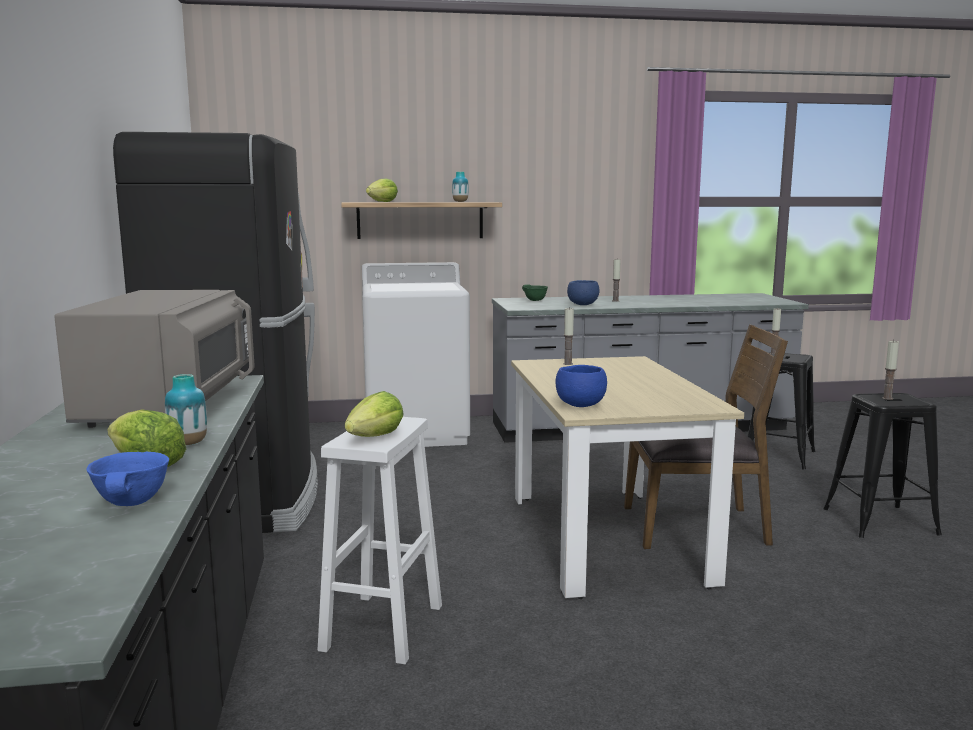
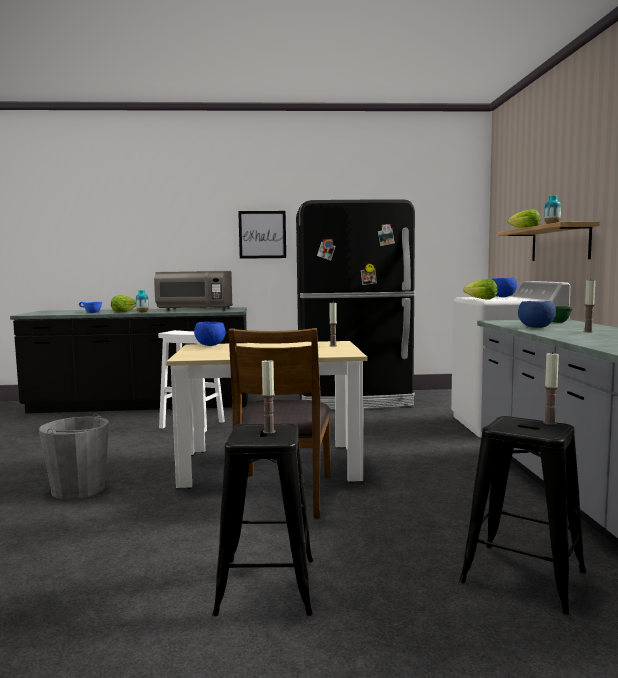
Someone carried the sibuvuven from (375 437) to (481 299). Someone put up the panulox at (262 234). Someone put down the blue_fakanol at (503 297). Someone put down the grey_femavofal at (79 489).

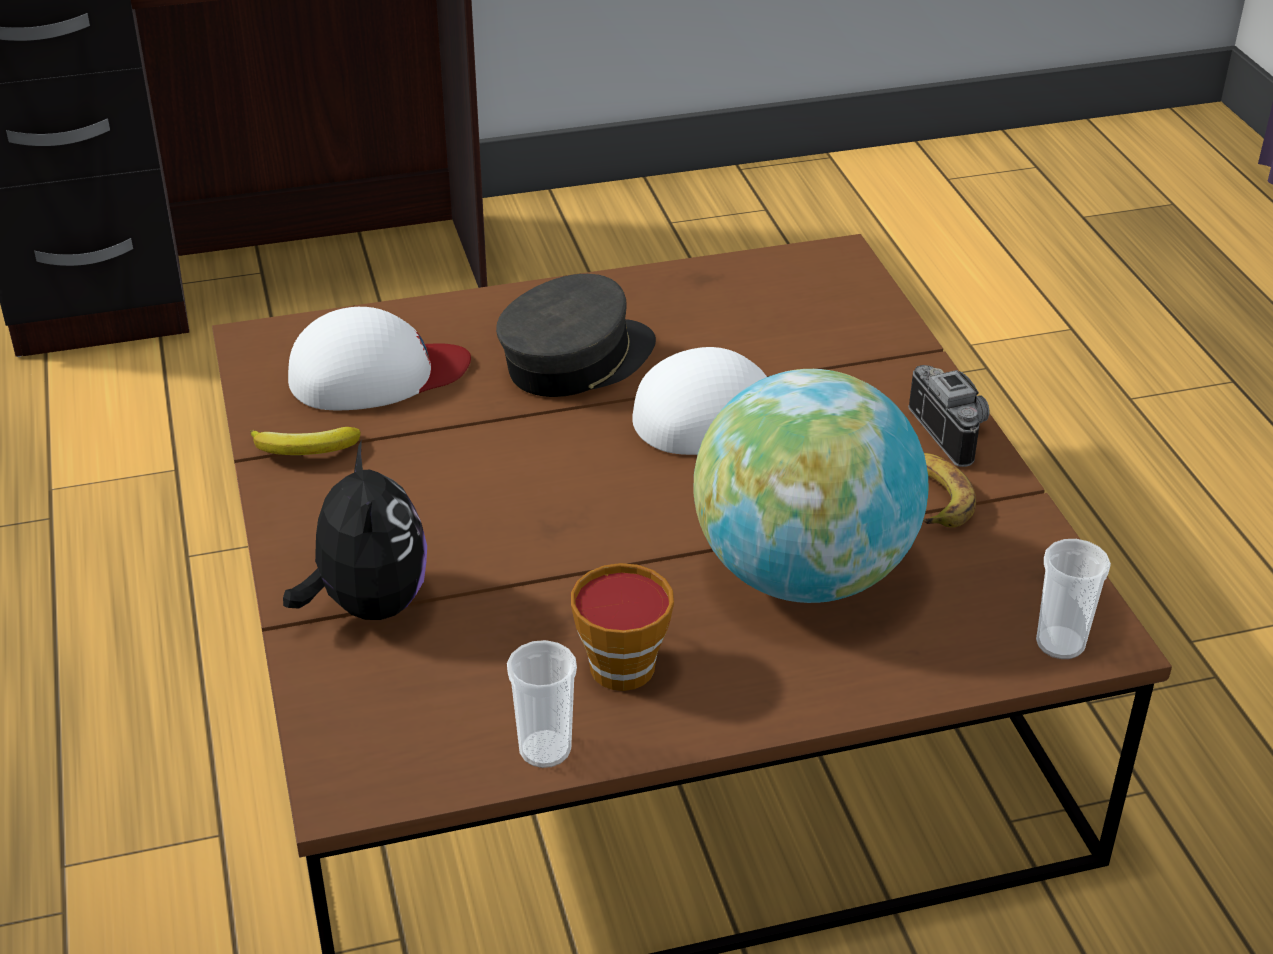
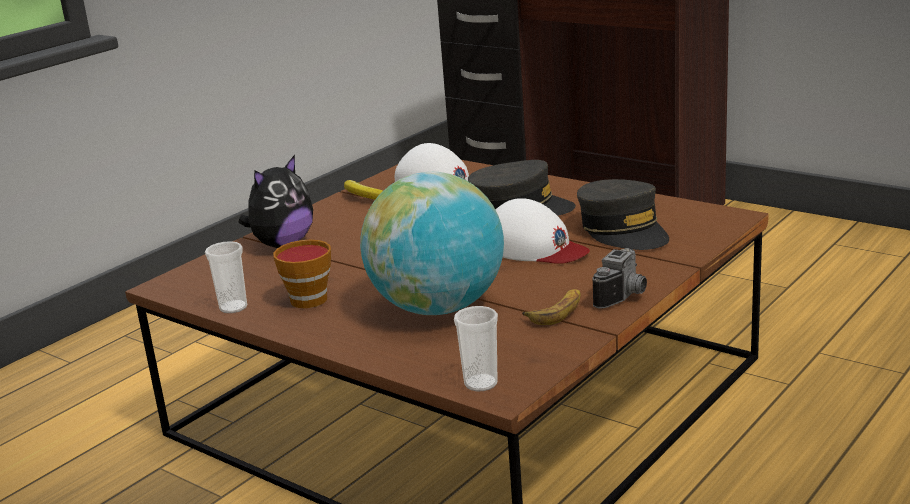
Someone put down the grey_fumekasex at (623 231).

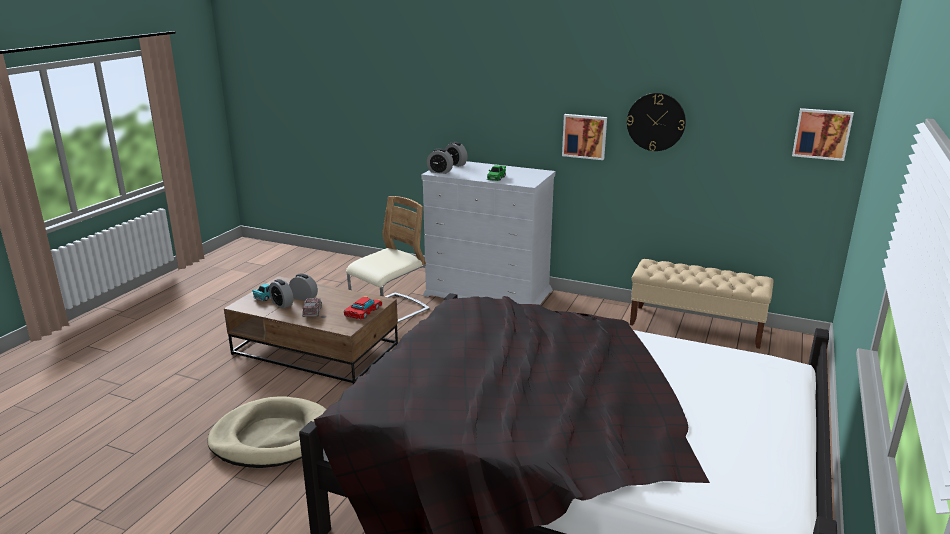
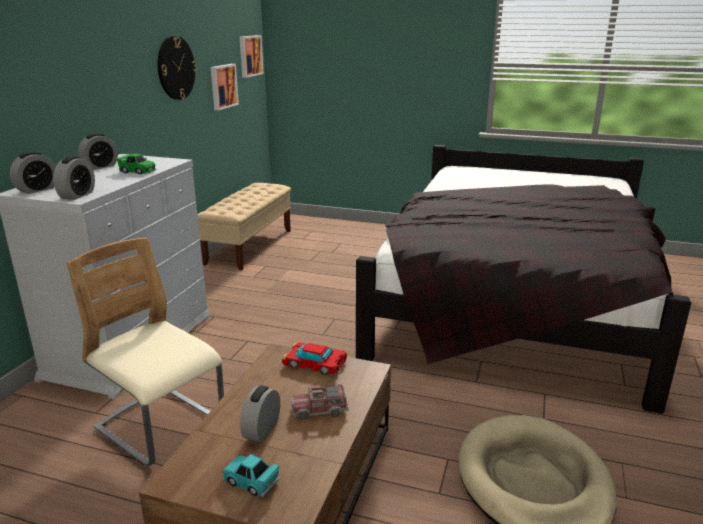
Someone carried the panulox from (584 136) to (222 86). Someone carried the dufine from (282 304) to (100 167).

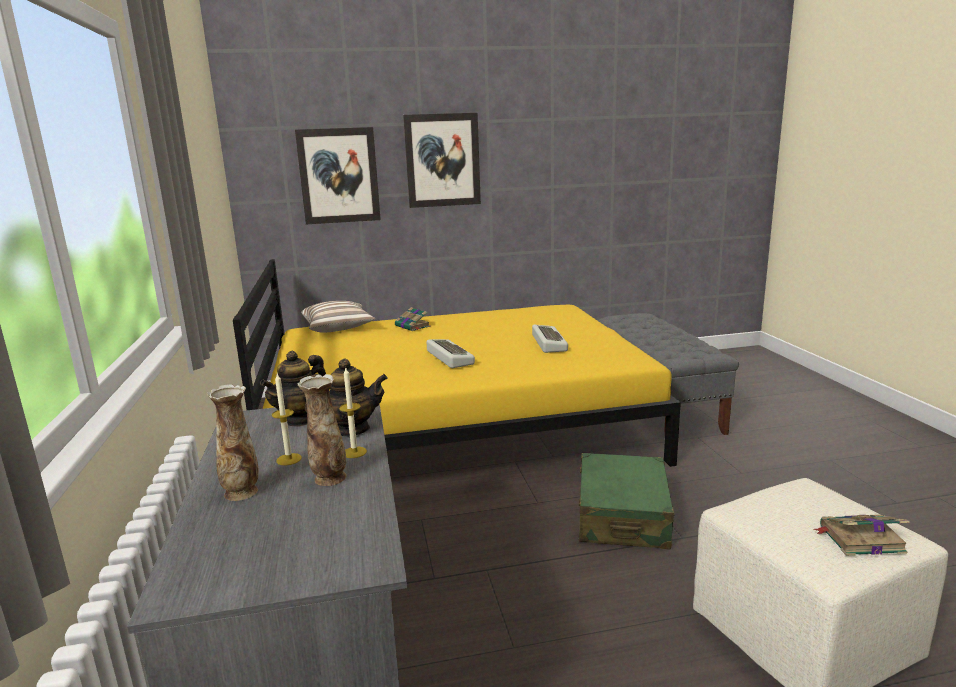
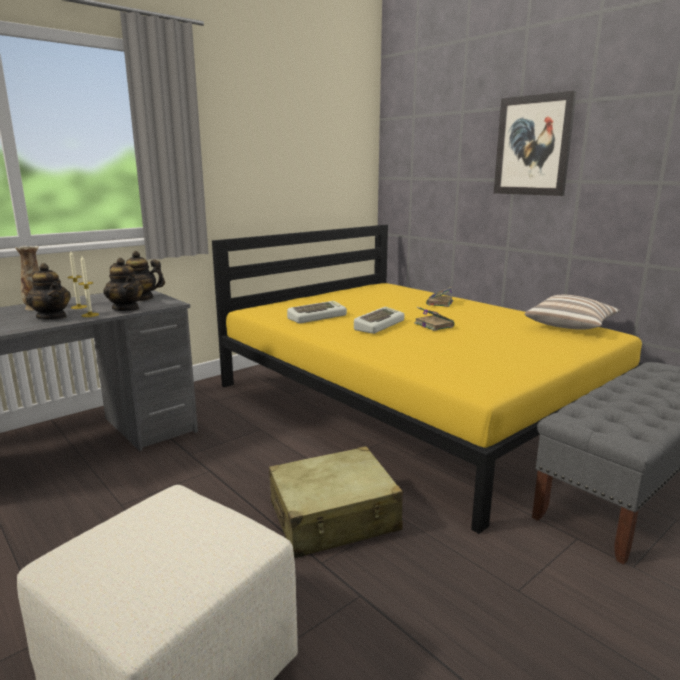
Someone took away the panulox at (339 176). Someone carried the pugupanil from (338 328) to (571 326). Someone carried the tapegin from (547 343) to (317 317). Someone swapped the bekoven at (329 478) for the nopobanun at (52 317). Someone repainted the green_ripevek at (622 516), which became the beige_ripevek at (334 517). Someone carried the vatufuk from (859 539) to (433 325).

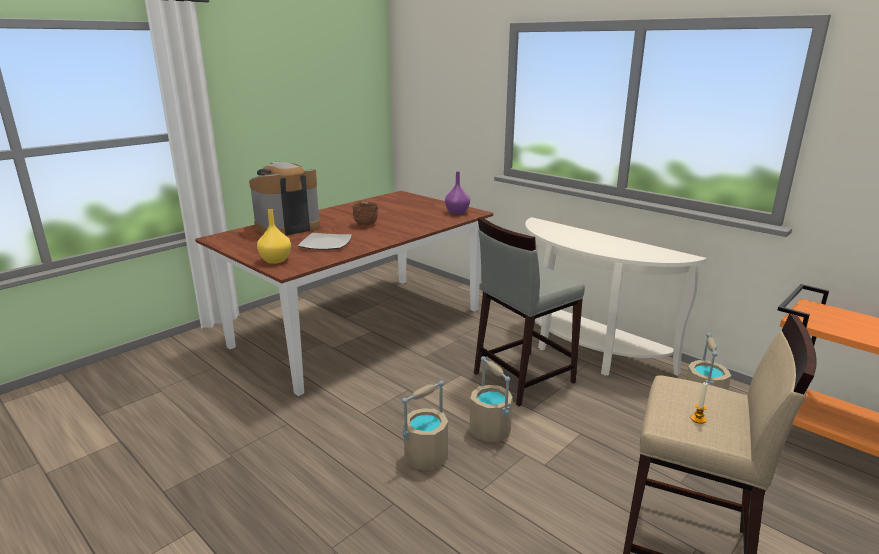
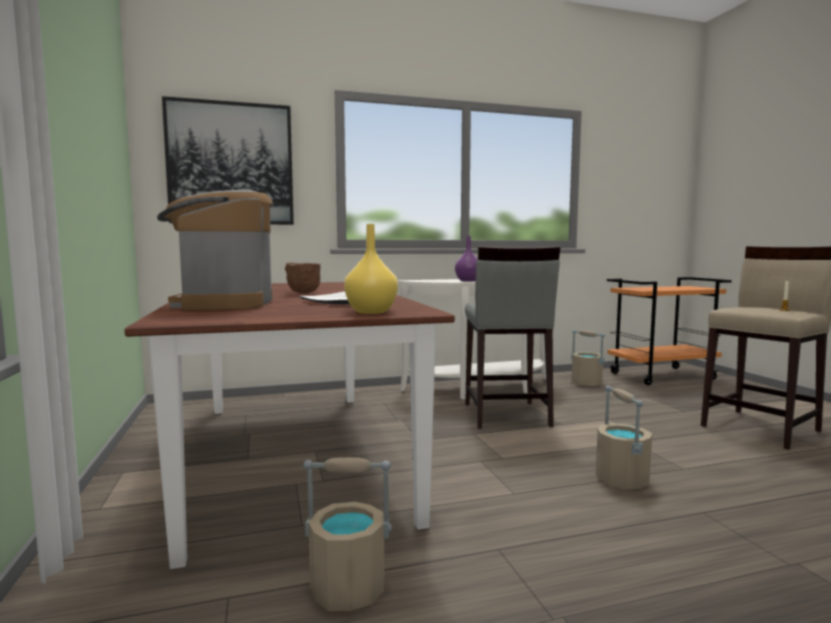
Someone carried the purple_bekoven from (456 212) to (468 281). Someone carried the beige_femavofal from (490 430) to (349 589). Someone put up the panulox at (231 164).

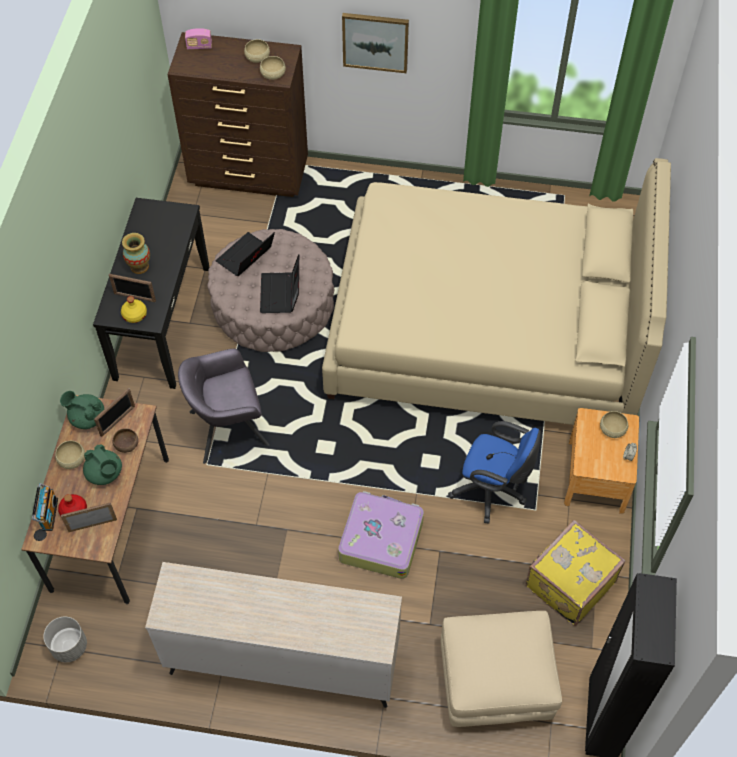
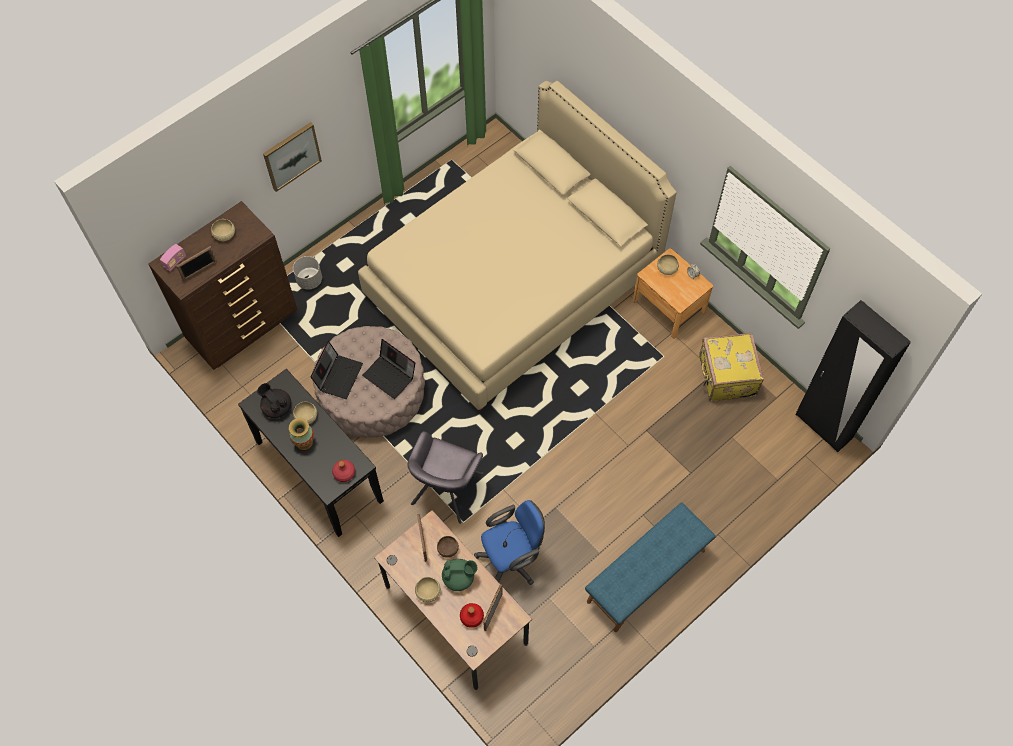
Someone carried the beige_fakanol from (273 73) to (306 416). Someone rotated the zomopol at (246 258) by 150 degrees counterclockwise. Someone carried the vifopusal from (134 297) to (200 271). Someone repainted the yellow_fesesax at (135 314), which became the red_fesesax at (344 472). Someone took away the green_nopobanun at (87 417). Someone carried the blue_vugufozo from (492 491) to (512 560). Someone took away the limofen at (48 514). Someone took away the ripevek at (380 539). Someone swapped the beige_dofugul at (282 661) for the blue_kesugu at (647 576). Someone took away the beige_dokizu at (495 681). Someone carried the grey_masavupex from (69 646) to (309 280). Someone put down the black_nopobanun at (277 407).

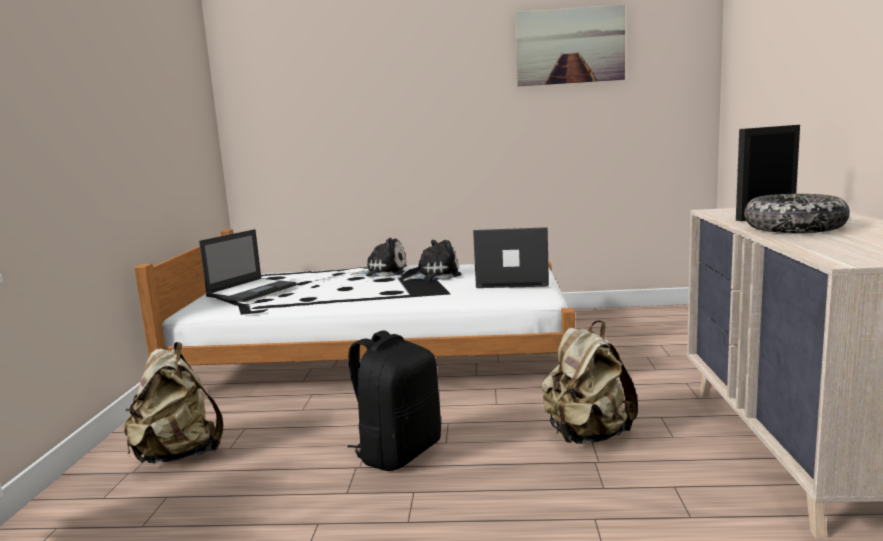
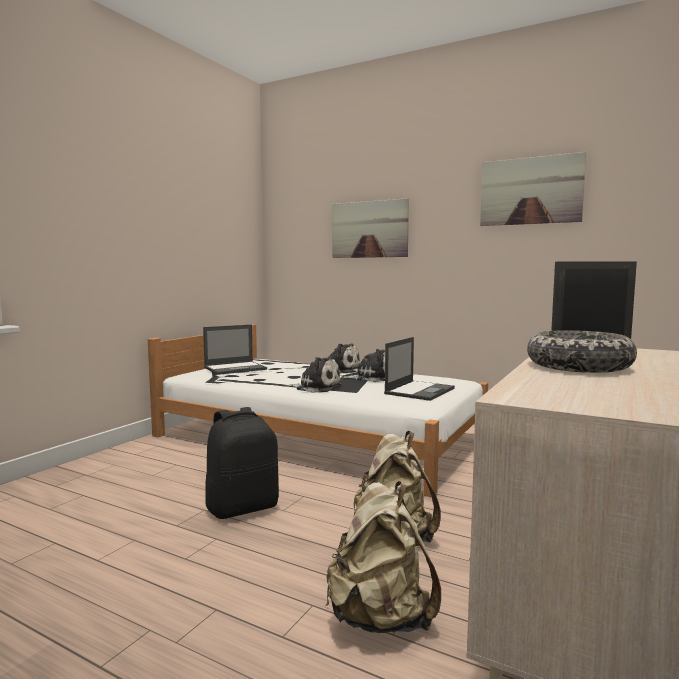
Someone rotated the zomopol at (511 280) by 90 degrees clockwise. Someone carried the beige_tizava from (178 454) to (380 618). Someone put up the panulox at (369 229). Someone put down the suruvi at (316 387).

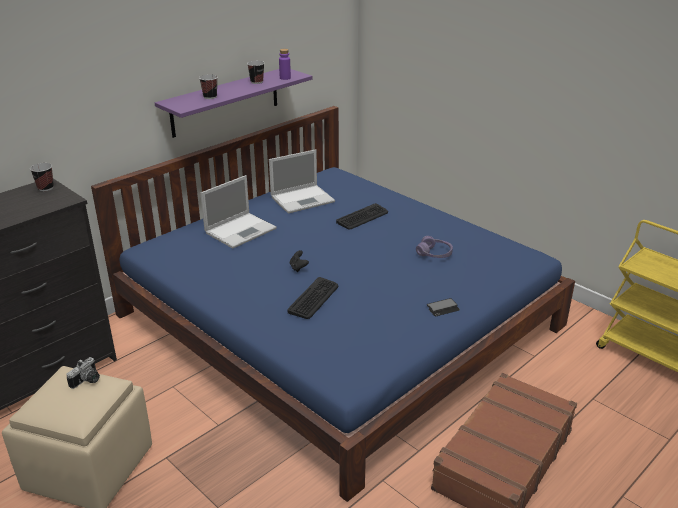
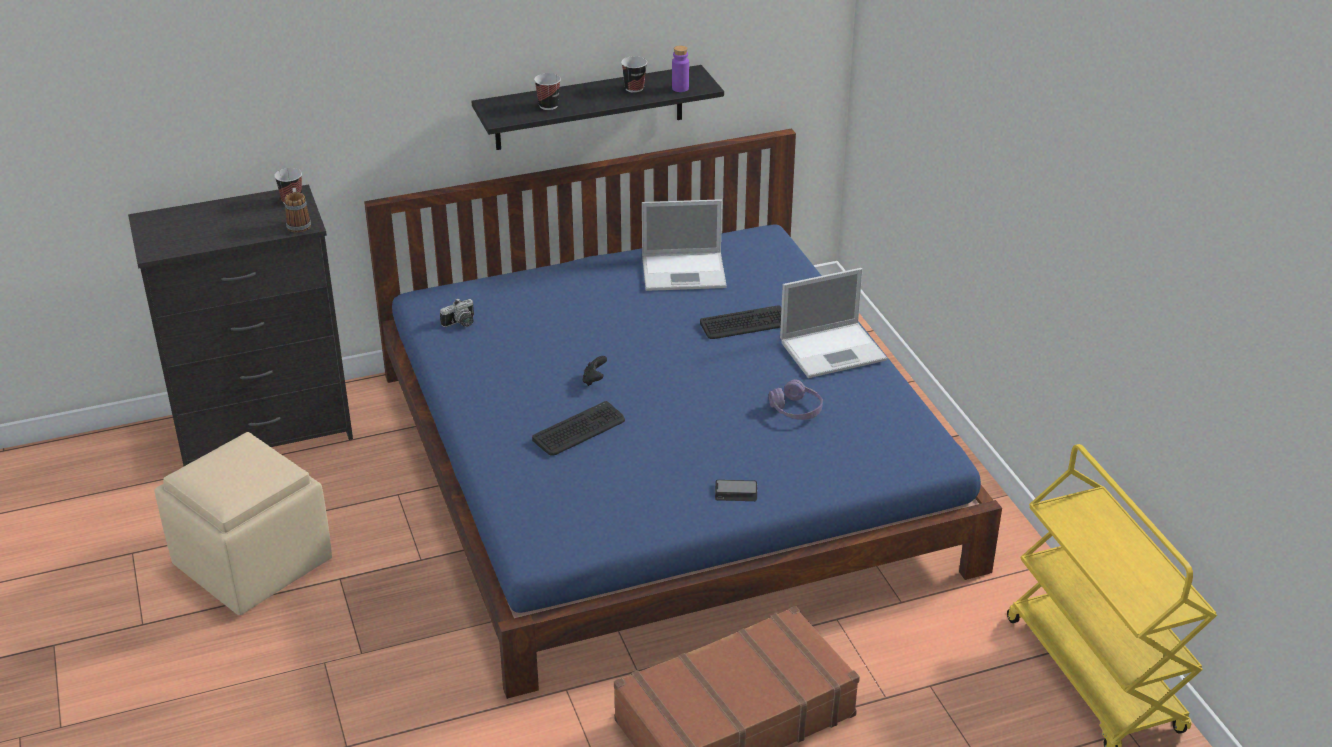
Someone repainted the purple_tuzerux at (225 102), which became the black_tuzerux at (589 108). Someone carried the zomopol from (241 230) to (834 350). Someone carried the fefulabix from (87 381) to (461 323). Someone put down the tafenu at (298 224).

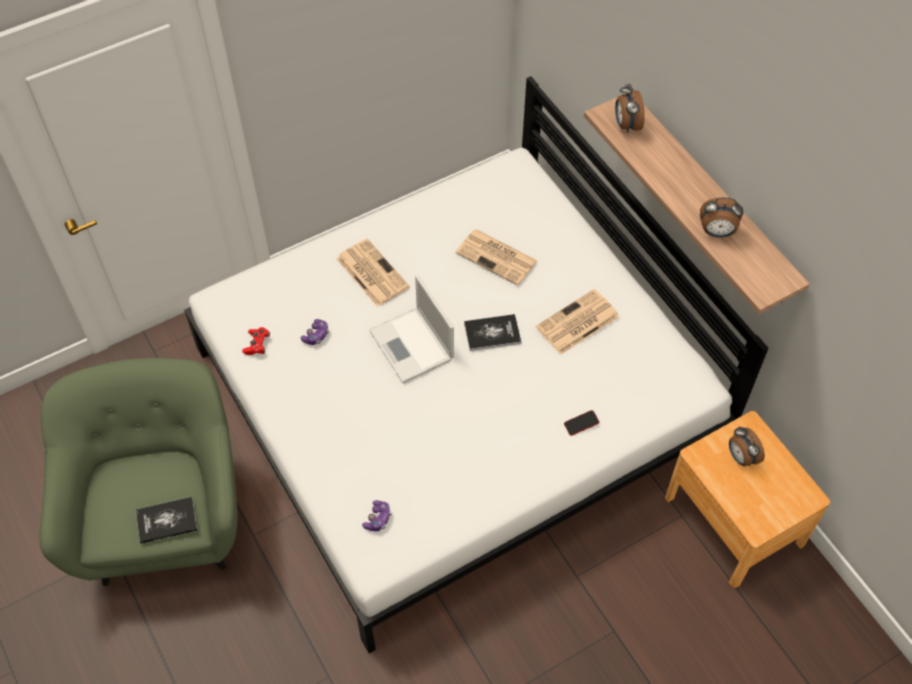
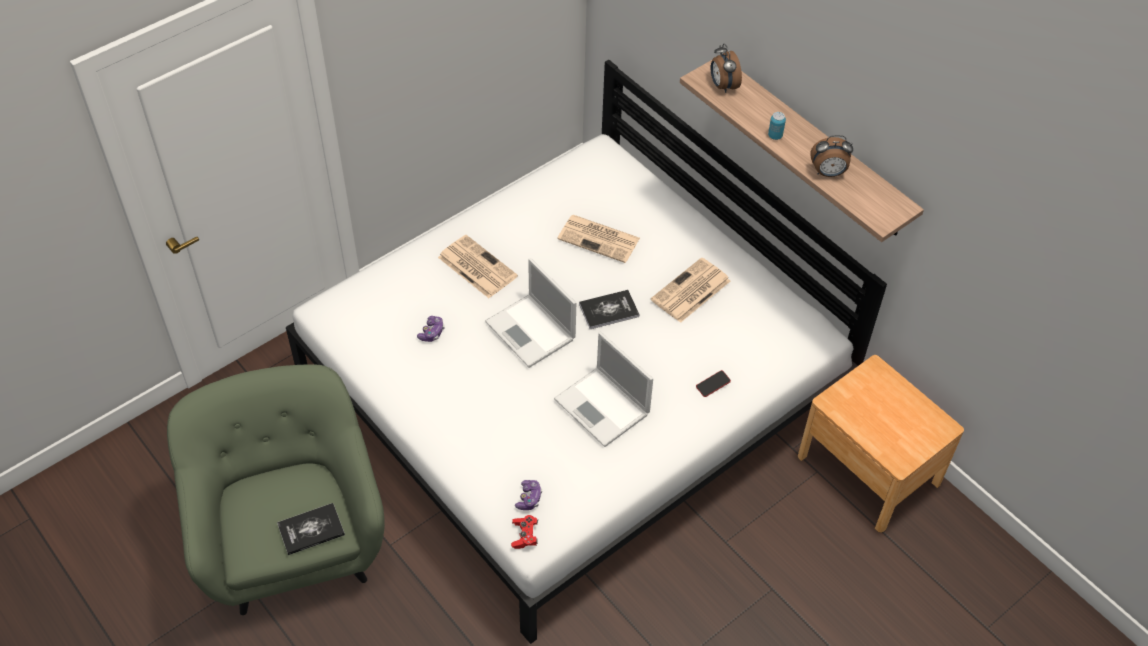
Someone carried the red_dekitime from (257 344) to (524 535). Someone took away the dufine at (741 457). Someone put down the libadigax at (775 136). Someone put down the zomopol at (603 407).

